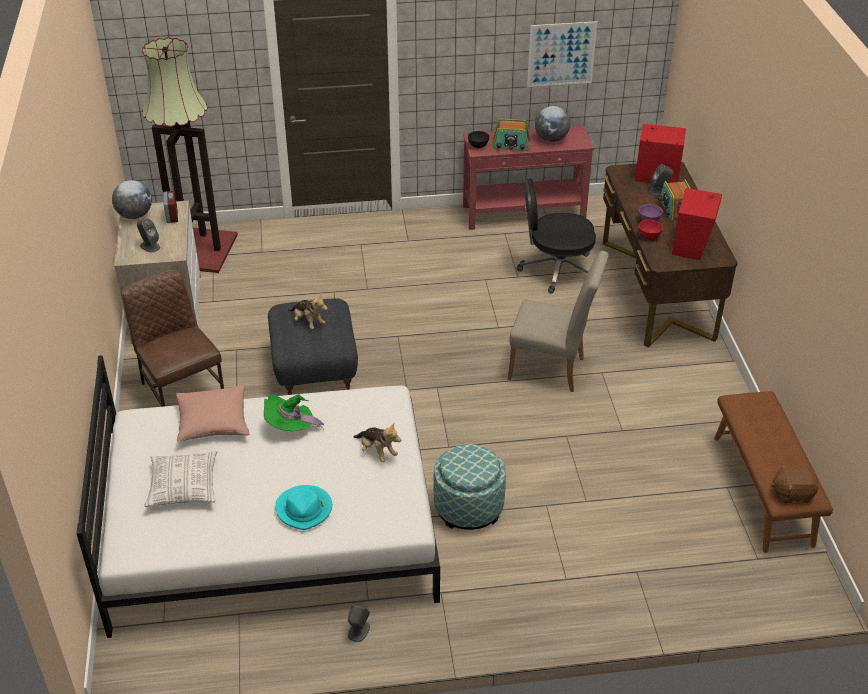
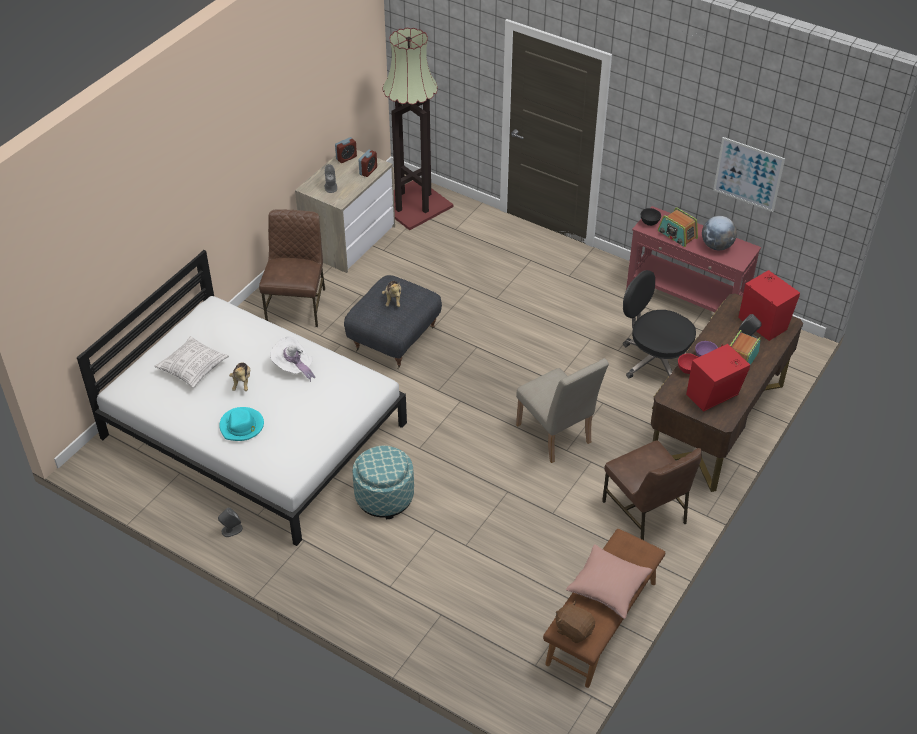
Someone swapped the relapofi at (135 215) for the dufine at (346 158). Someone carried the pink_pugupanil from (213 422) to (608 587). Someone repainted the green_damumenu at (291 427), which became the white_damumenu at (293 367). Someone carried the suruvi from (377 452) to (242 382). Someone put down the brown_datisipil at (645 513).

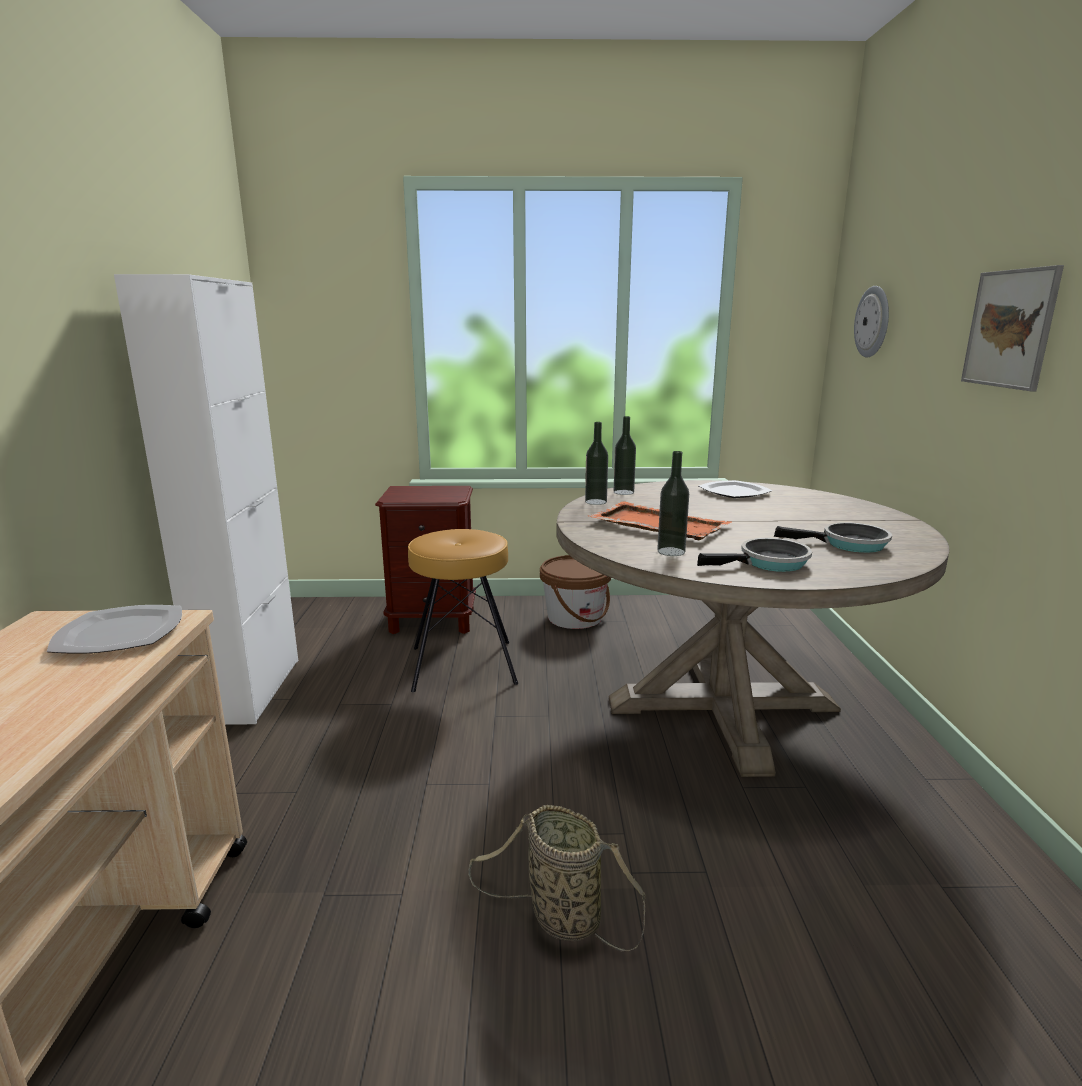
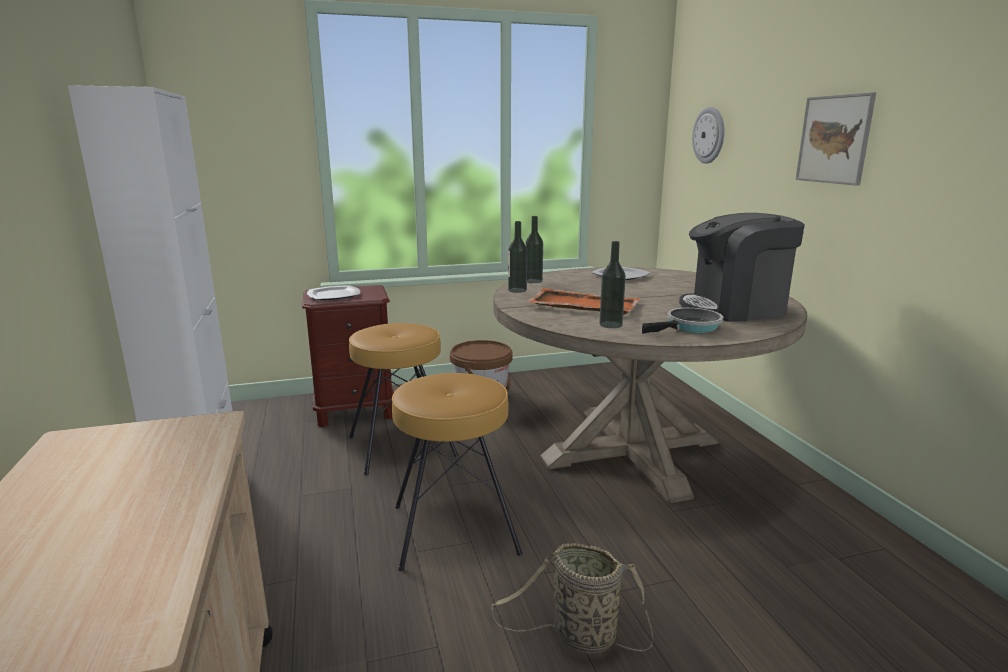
Someone swapped the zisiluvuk at (848 544) for the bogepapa at (735 309). Someone carried the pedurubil from (119 633) to (333 295). Someone put down the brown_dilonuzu at (454 528).

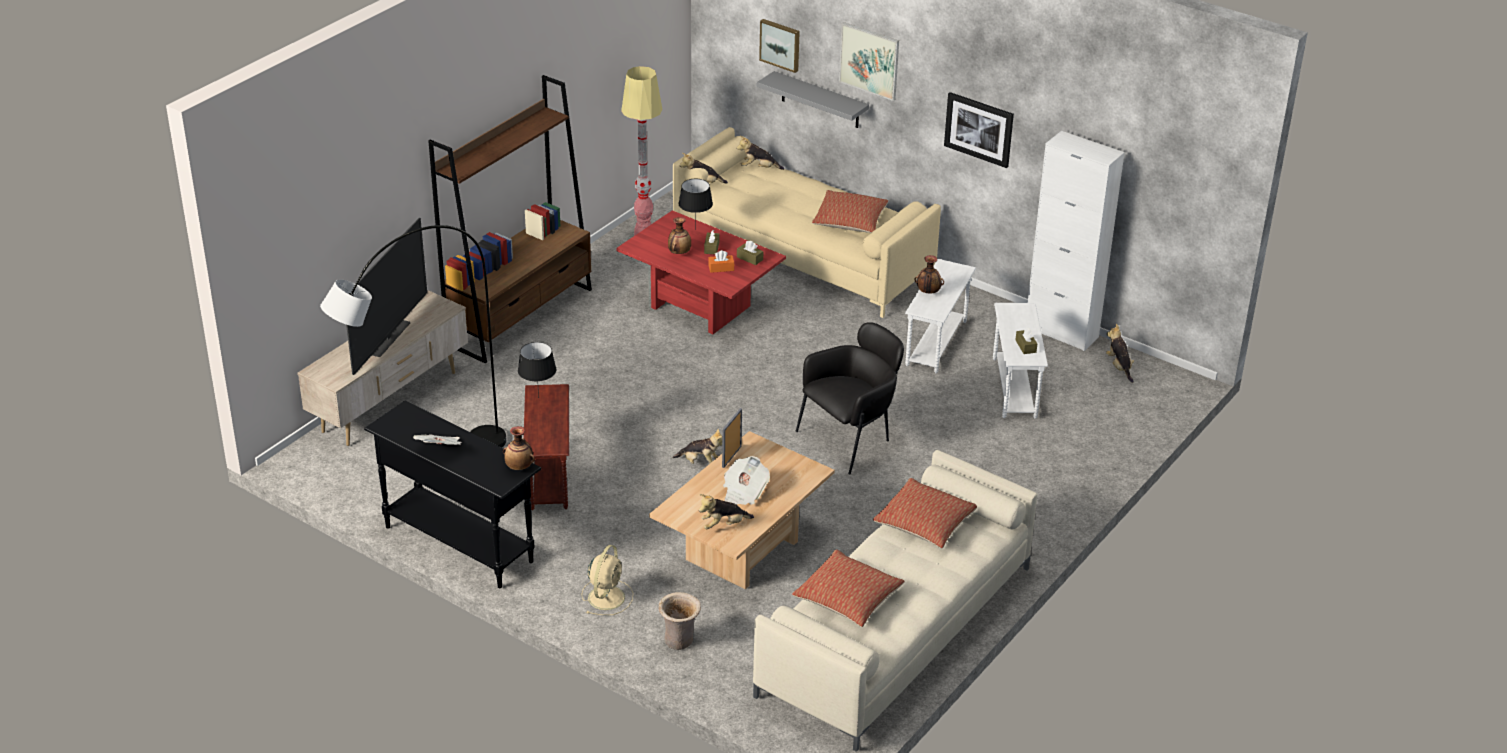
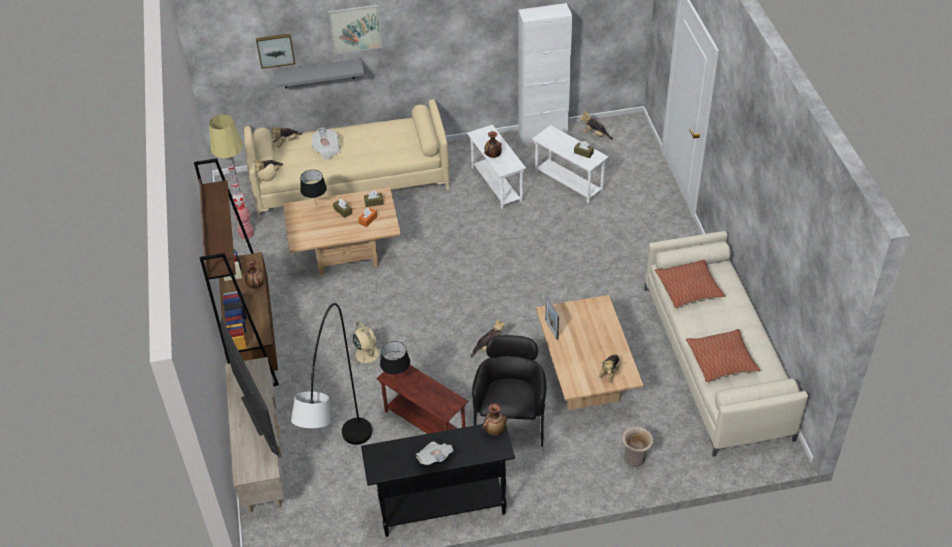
Someone took away the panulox at (979 129). Someone took away the pugupanil at (850 221). Someone repainted the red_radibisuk at (700 307), which became the beige_radibisuk at (346 254). Someone carried the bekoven from (679 253) to (256 285). Someone carried the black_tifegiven from (851 439) to (510 420). Someone carried the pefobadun from (744 492) to (327 150). Someone carried the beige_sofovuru from (607 596) to (366 353).

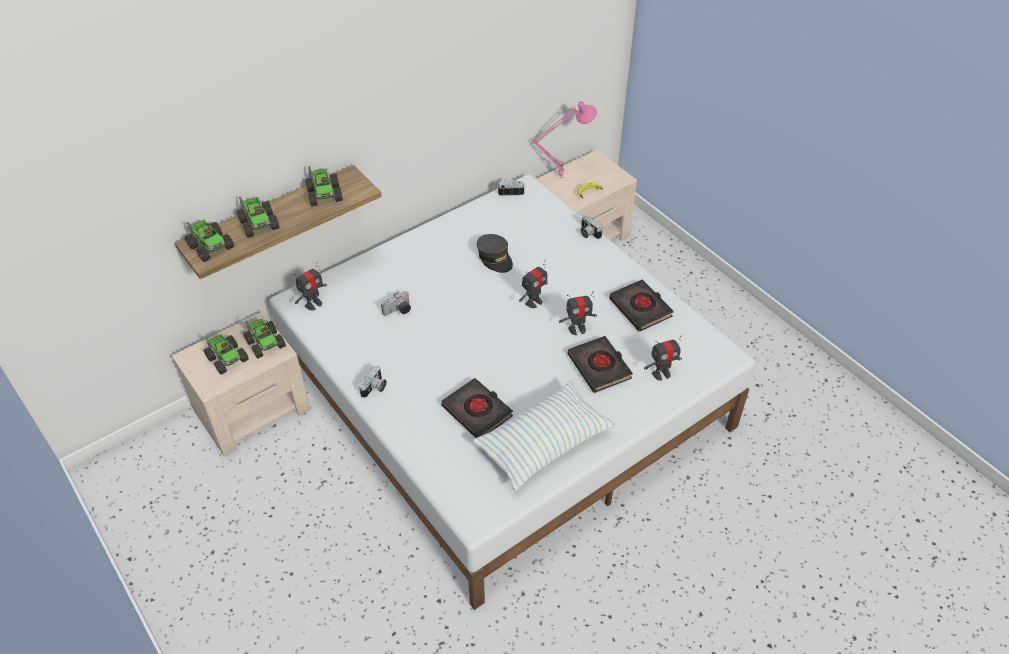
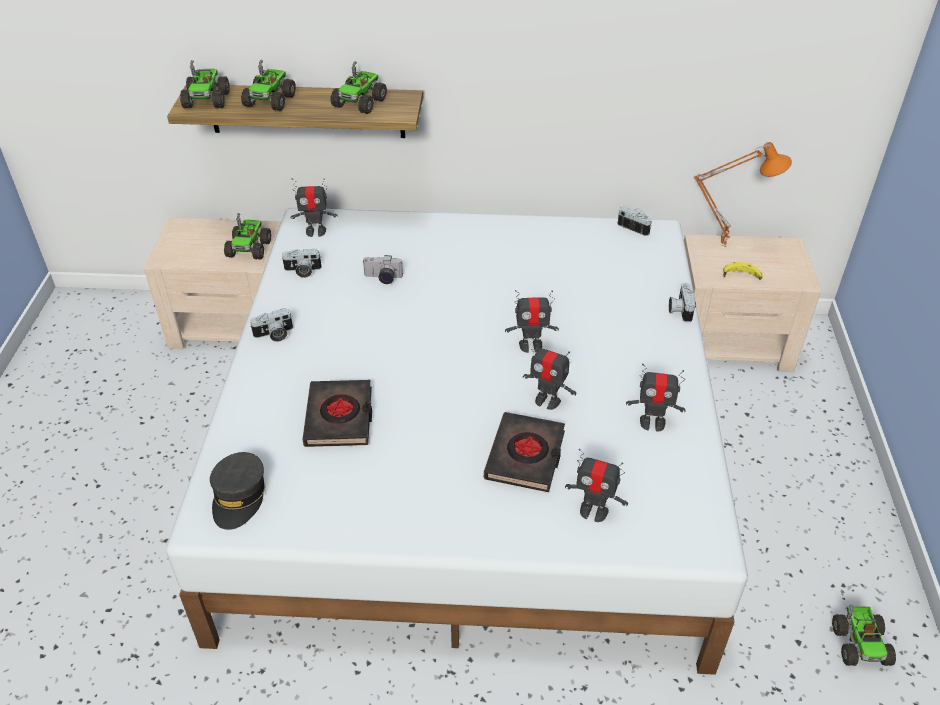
Someone repainted the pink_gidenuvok at (561 176), which became the orange_gidenuvok at (724 245). Someone carried the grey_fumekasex from (495 258) to (239 497). Someone swapped the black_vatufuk at (640 308) for the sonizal at (652 423). Someone carried the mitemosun from (227 358) to (860 643). Someone took away the pugupanil at (543 444). Someone put down the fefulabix at (302 271).

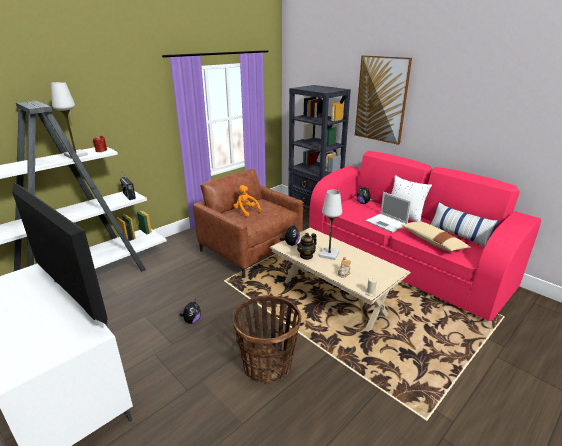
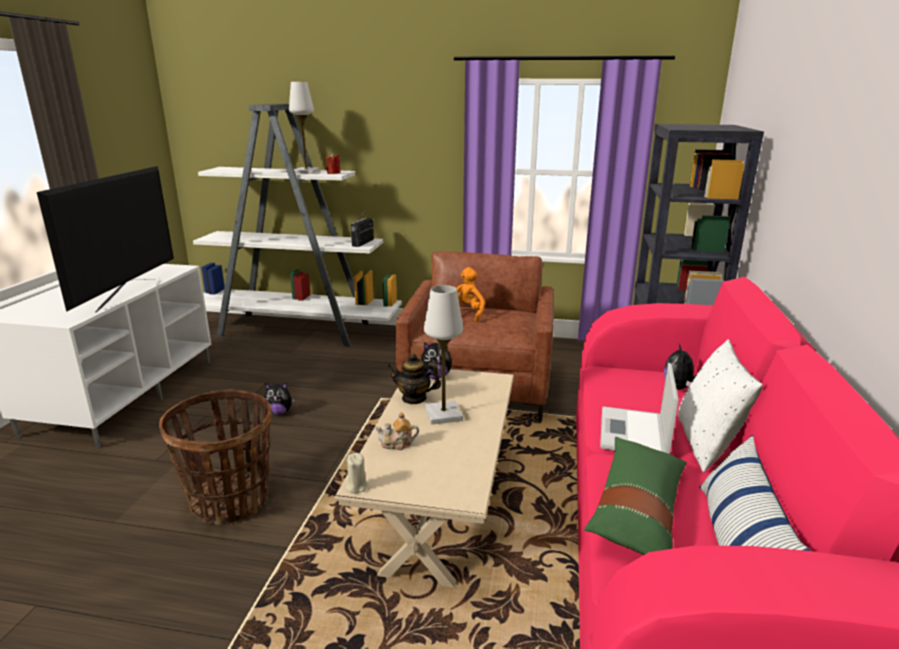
Someone took away the panulox at (381 99). Someone repainted the beige_pugupanil at (432 242), which became the green_pugupanil at (637 510).

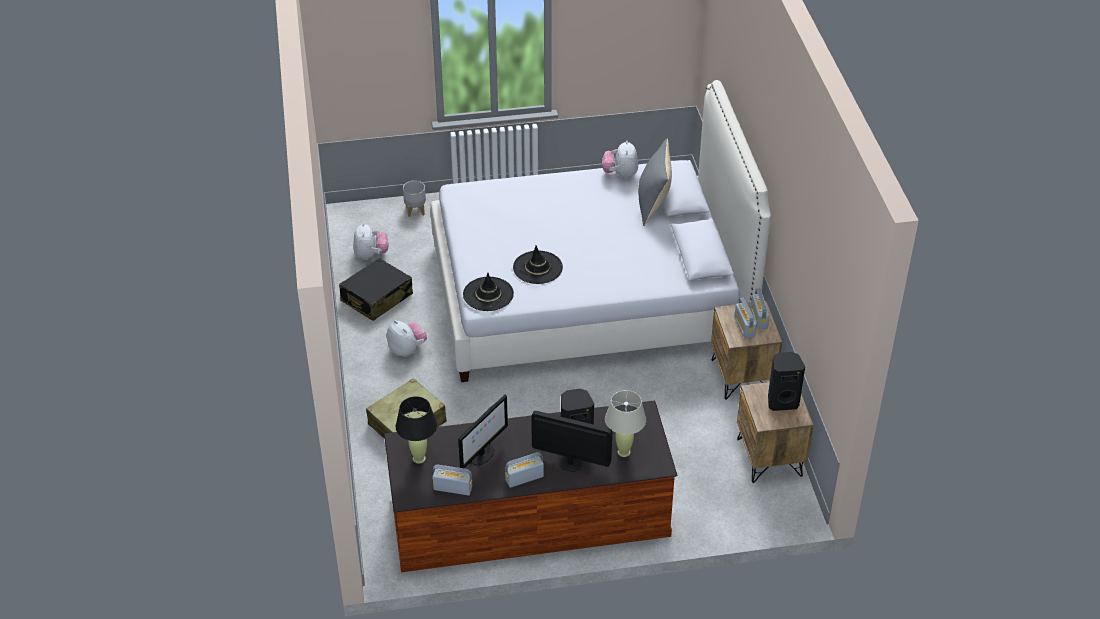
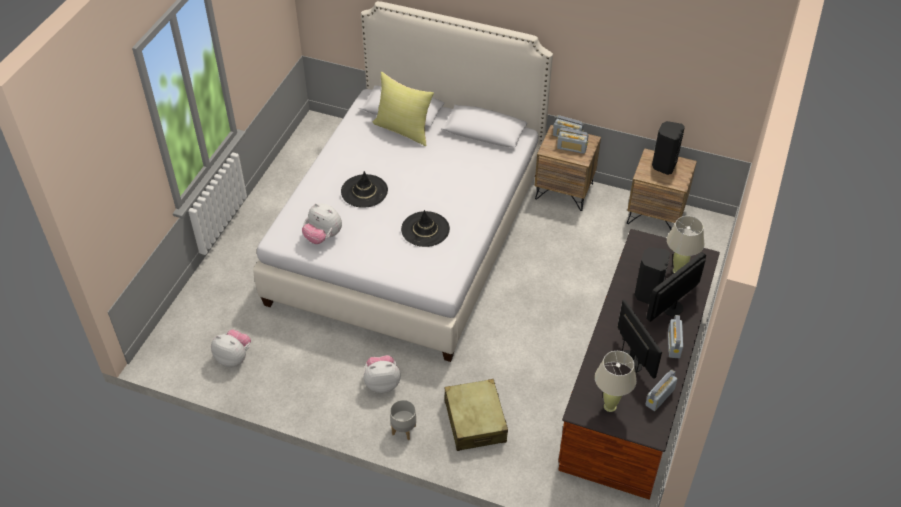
Someone repainted the grey_pugupanil at (653 204), which became the yellow_pugupanil at (404 129). Someone carried the suruvi from (620 174) to (323 237). Someone carried the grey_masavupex from (415 211) to (404 430). Someone took away the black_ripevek at (376 298). Someone carried the black_damumenu from (488 294) to (364 191). Someone repainted the black_gidenuvok at (418 458), which became the beige_gidenuvok at (609 406).

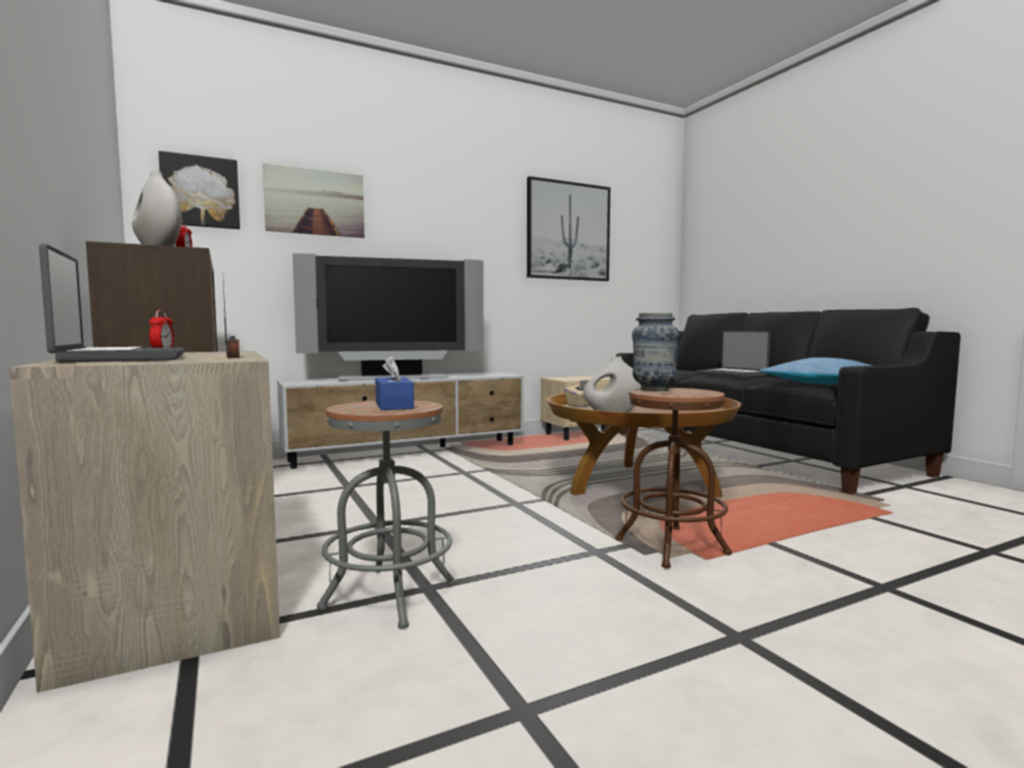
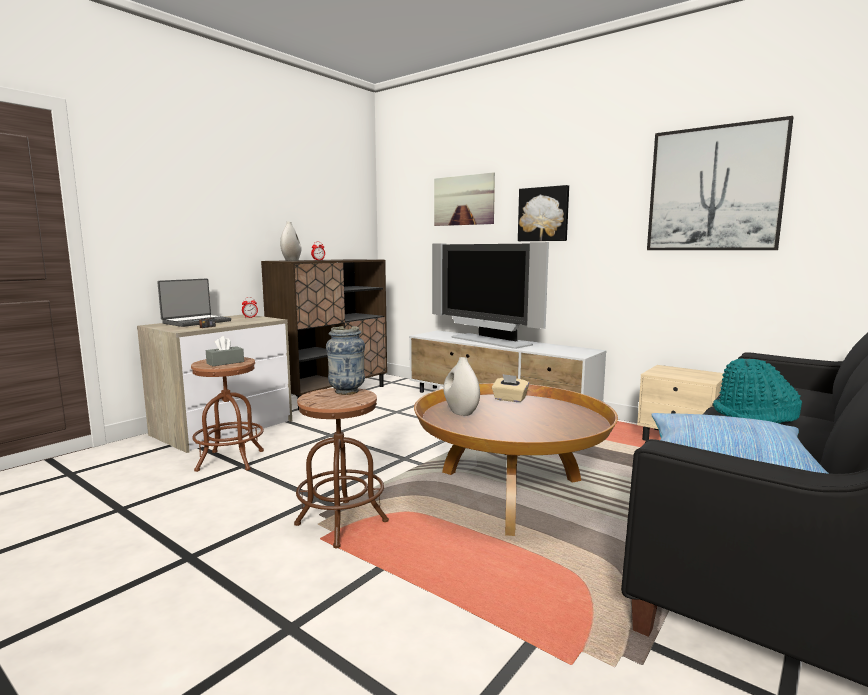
Someone carried the panulox from (200 192) to (543 214). Someone swapped the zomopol at (732 374) for the turquoise_damumenu at (754 416). Someone repainted the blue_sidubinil at (394 405), which became the grey_sidubinil at (225 362). Someone repainted the grey_dilonuzu at (389 596), which became the brown_dilonuzu at (230 460).

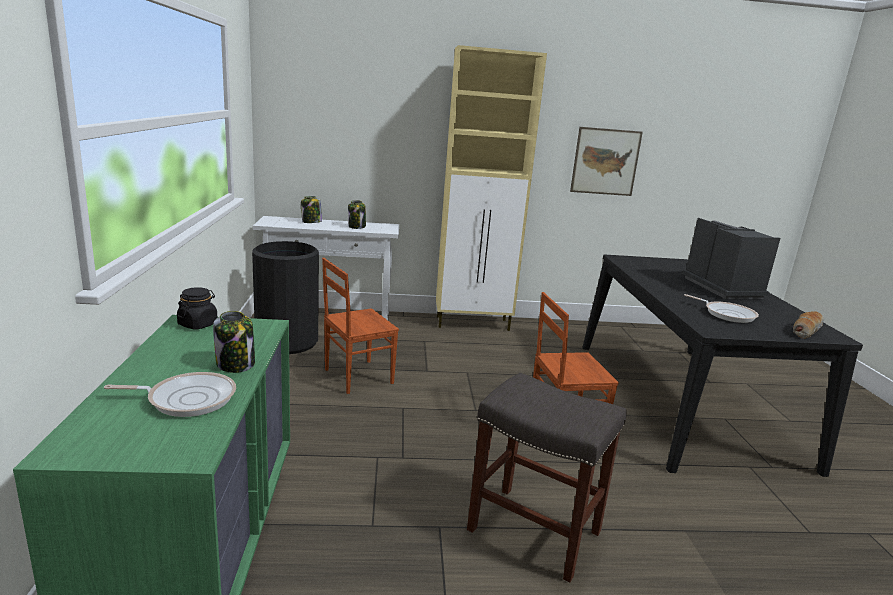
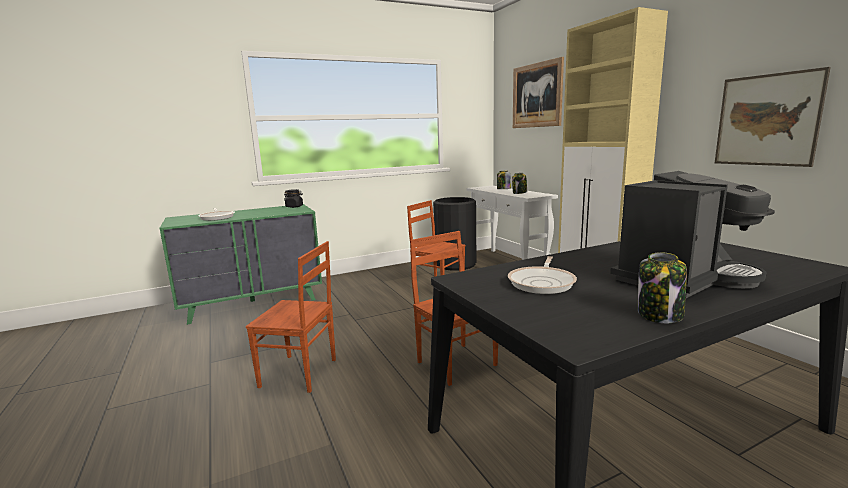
Someone carried the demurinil from (236 364) to (660 315). Someone took away the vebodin at (806 330). Someone swapped the grey_dilonuzu at (536 531) for the brown_datisipil at (299 373). Someone put up the panulox at (537 95).

